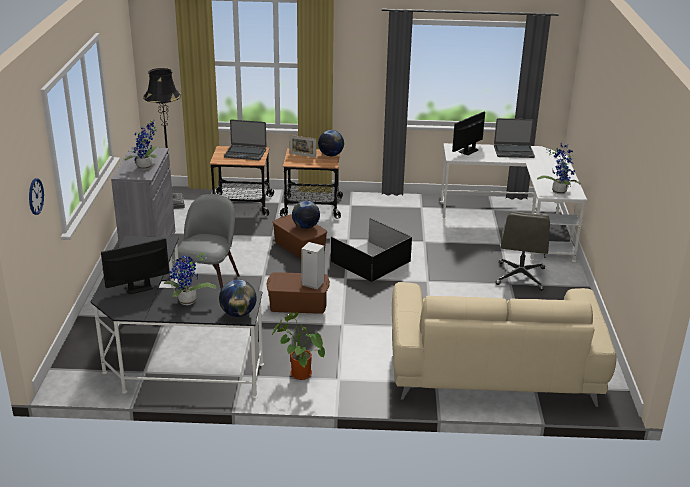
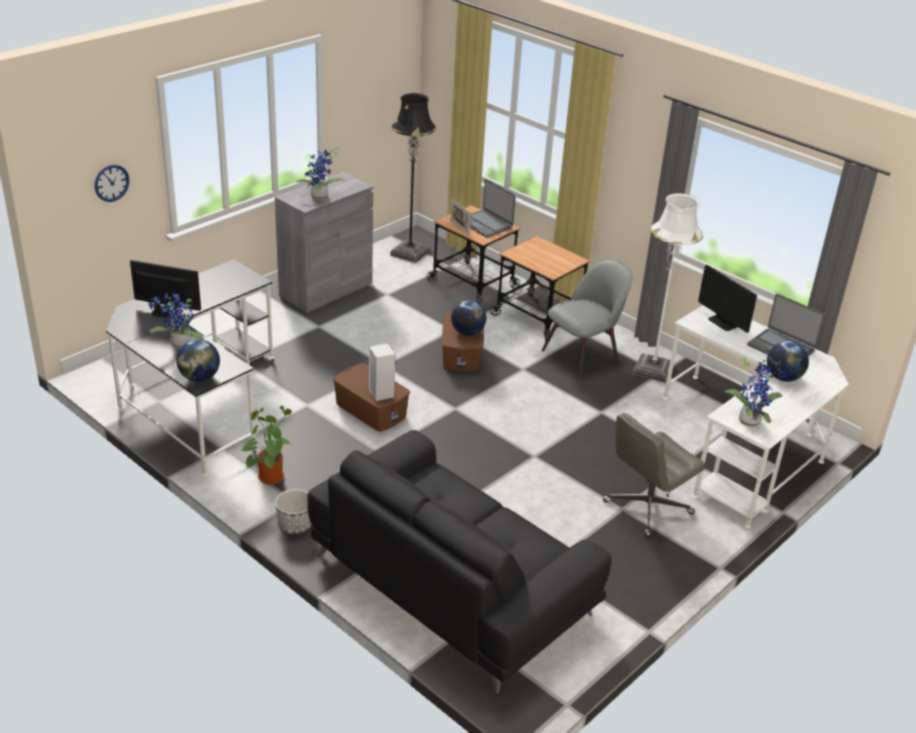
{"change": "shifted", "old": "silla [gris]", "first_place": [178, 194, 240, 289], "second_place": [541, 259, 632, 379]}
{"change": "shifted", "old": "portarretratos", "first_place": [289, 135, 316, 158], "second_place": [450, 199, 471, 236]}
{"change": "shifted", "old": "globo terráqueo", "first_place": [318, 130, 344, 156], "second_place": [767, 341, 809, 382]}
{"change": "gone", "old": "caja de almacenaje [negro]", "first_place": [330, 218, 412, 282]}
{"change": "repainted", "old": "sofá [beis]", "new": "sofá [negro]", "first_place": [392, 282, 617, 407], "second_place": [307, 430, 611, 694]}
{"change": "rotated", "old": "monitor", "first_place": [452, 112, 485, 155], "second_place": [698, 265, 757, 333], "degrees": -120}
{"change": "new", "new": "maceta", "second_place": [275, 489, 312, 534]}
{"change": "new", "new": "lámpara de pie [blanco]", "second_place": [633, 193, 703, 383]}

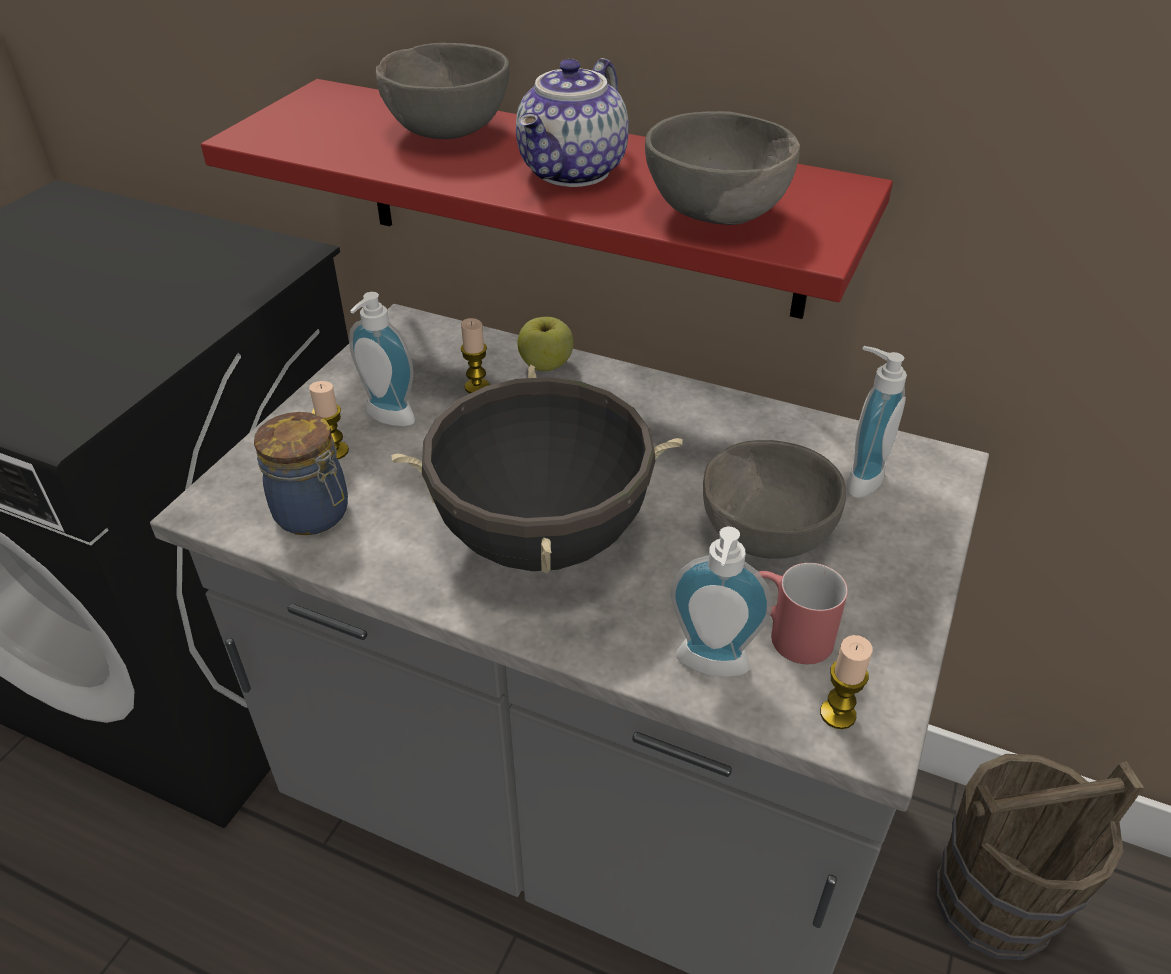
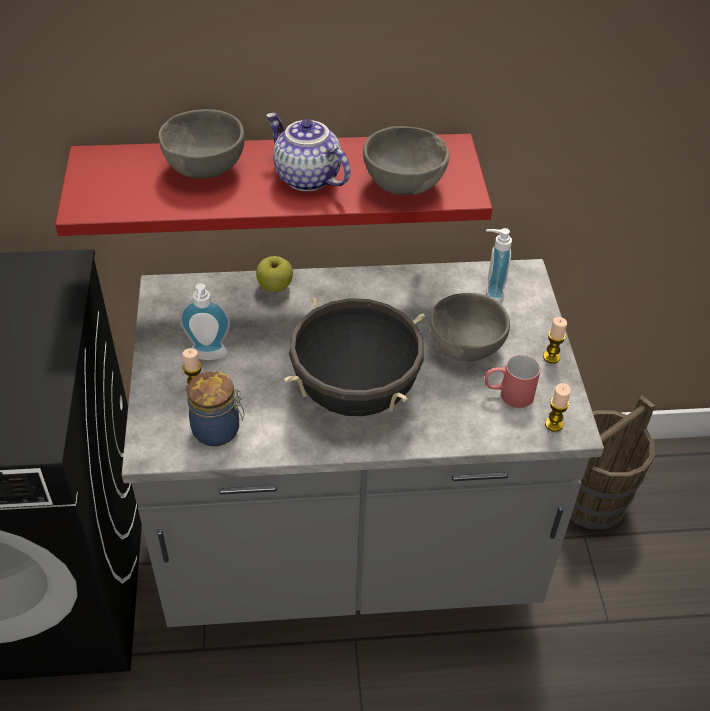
{"change": "shifted", "old": "vela", "first_place": [460, 318, 490, 393], "second_place": [543, 317, 567, 363]}
{"change": "rotated", "old": "tetera", "first_place": [516, 58, 629, 187], "second_place": [266, 113, 350, 191], "degrees": 135}
{"change": "gone", "old": "dispensador de jabón", "first_place": [671, 527, 772, 677]}

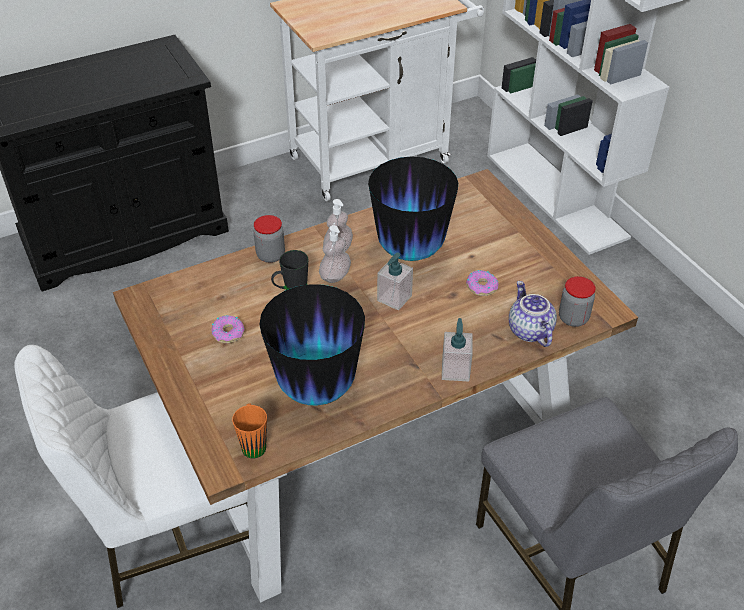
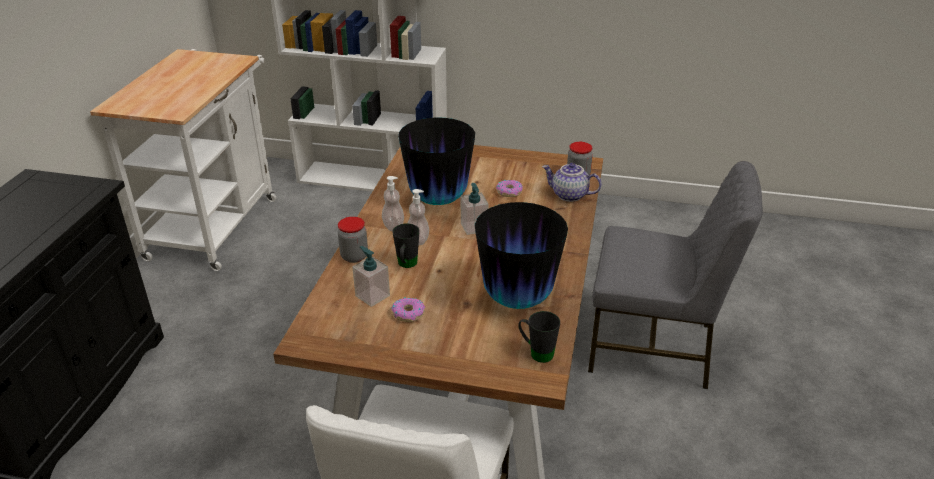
{"change": "repainted", "old": "taza grande [naranja]", "new": "taza grande [negro]", "first_place": [232, 403, 267, 458], "second_place": [518, 311, 560, 363]}
{"change": "shifted", "old": "dispensador de jabón", "first_place": [442, 318, 473, 382], "second_place": [352, 246, 390, 307]}

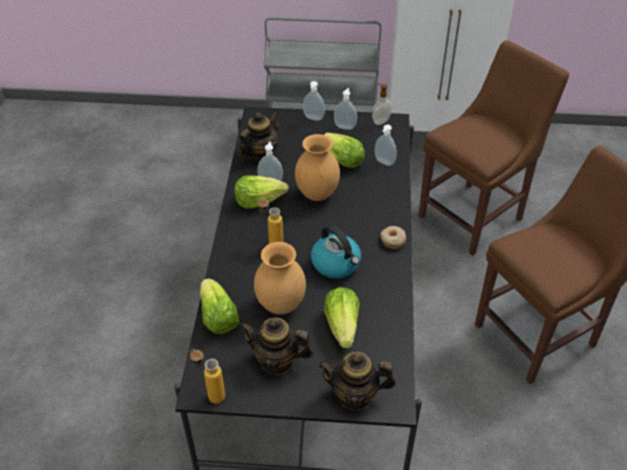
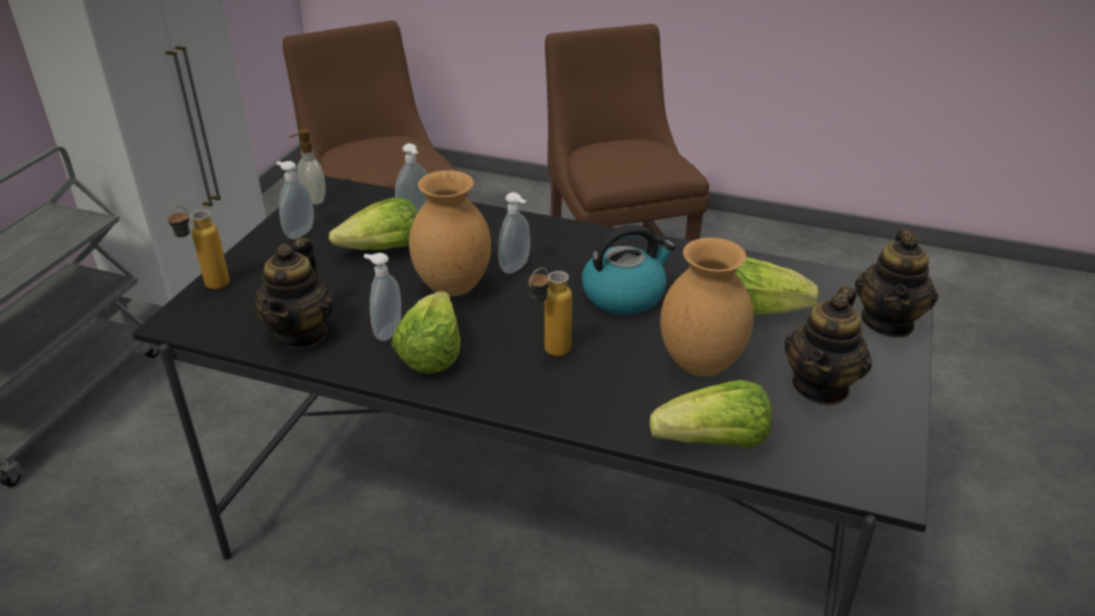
{"change": "shifted", "old": "botella", "first_place": [190, 349, 225, 403], "second_place": [167, 206, 230, 289]}
{"change": "rotated", "old": "tetera", "first_place": [240, 112, 278, 162], "second_place": [254, 238, 334, 349], "degrees": -135}
{"change": "shifted", "old": "dispensador de jabón", "first_place": [303, 81, 325, 121], "second_place": [498, 192, 530, 274]}
{"change": "gone", "old": "rosquilla", "first_place": [380, 226, 406, 249]}

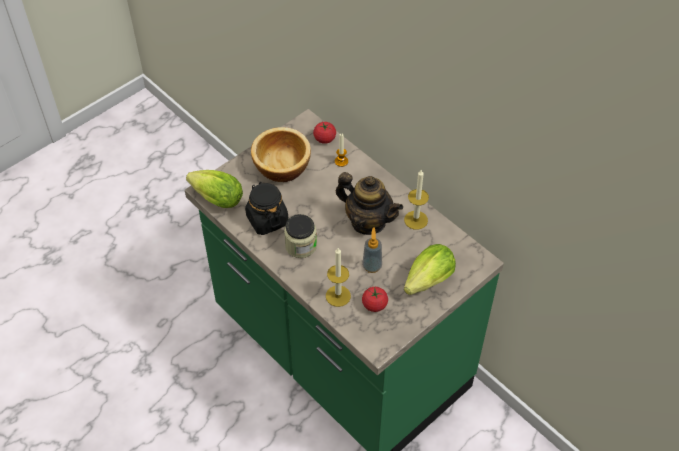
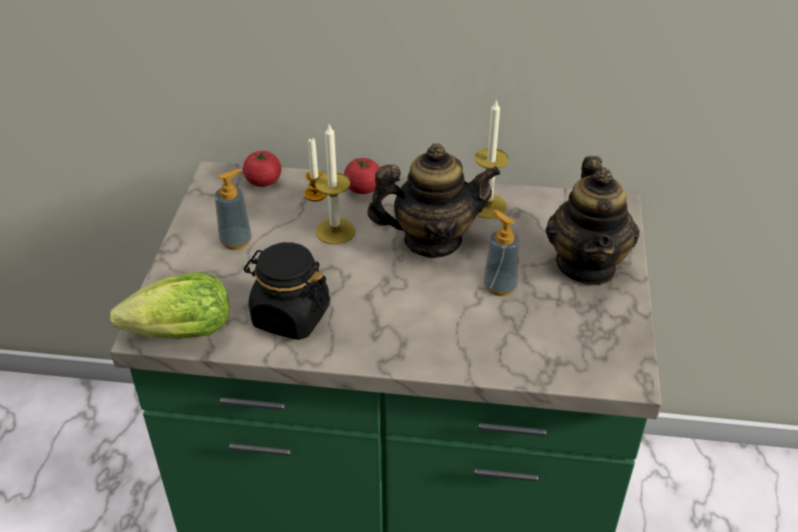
{"change": "swapped", "old": "cuenco", "new": "dispensador de jabón", "first_place": [251, 127, 311, 182], "second_place": [215, 169, 252, 250]}
{"change": "gone", "old": "tarro", "first_place": [284, 214, 317, 258]}
{"change": "shifted", "old": "vela", "first_place": [326, 248, 351, 307], "second_place": [315, 125, 355, 245]}
{"change": "shifted", "old": "tomate", "first_place": [362, 287, 388, 312], "second_place": [344, 158, 379, 194]}
{"change": "swapped", "old": "lechuga", "new": "tetera", "first_place": [404, 244, 456, 295], "second_place": [545, 156, 640, 285]}

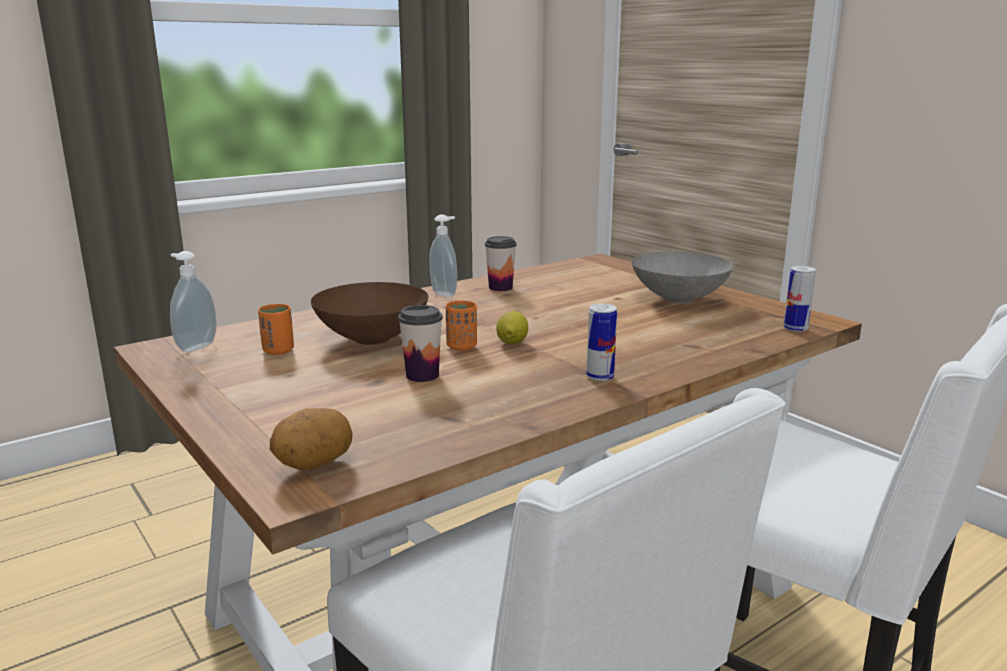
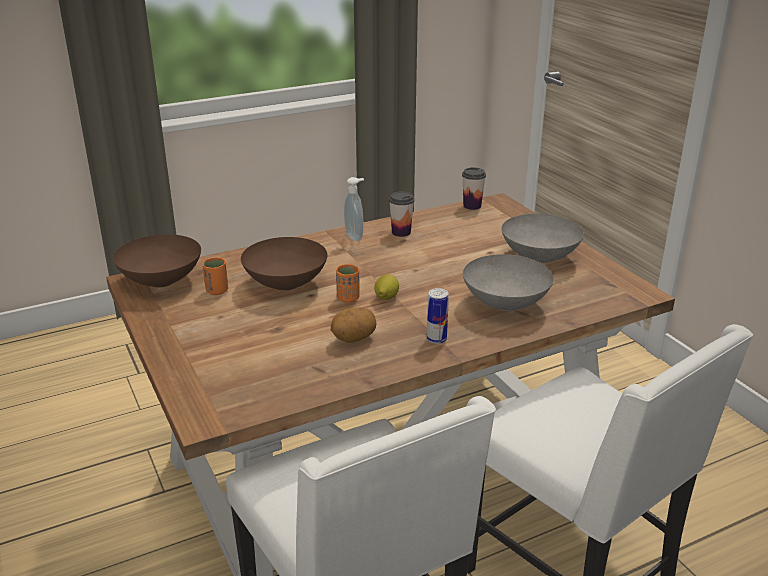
{"change": "swapped", "old": "dispensador de jabón", "new": "cuenco [marrón]", "first_place": [170, 251, 216, 352], "second_place": [113, 234, 201, 288]}
{"change": "shifted", "old": "patata", "first_place": [270, 408, 353, 470], "second_place": [331, 307, 377, 343]}
{"change": "shifted", "old": "taza", "first_place": [398, 305, 443, 382], "second_place": [462, 167, 486, 210]}
{"change": "gone", "old": "lata", "first_place": [784, 266, 816, 332]}
{"change": "new", "new": "cuenco [gris]", "second_place": [463, 254, 554, 311]}

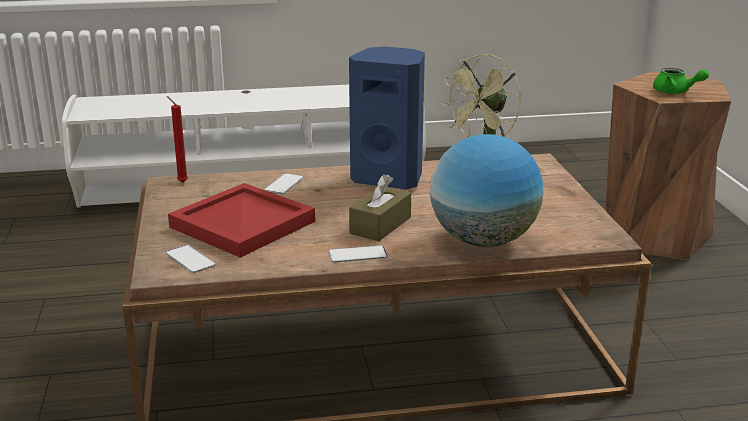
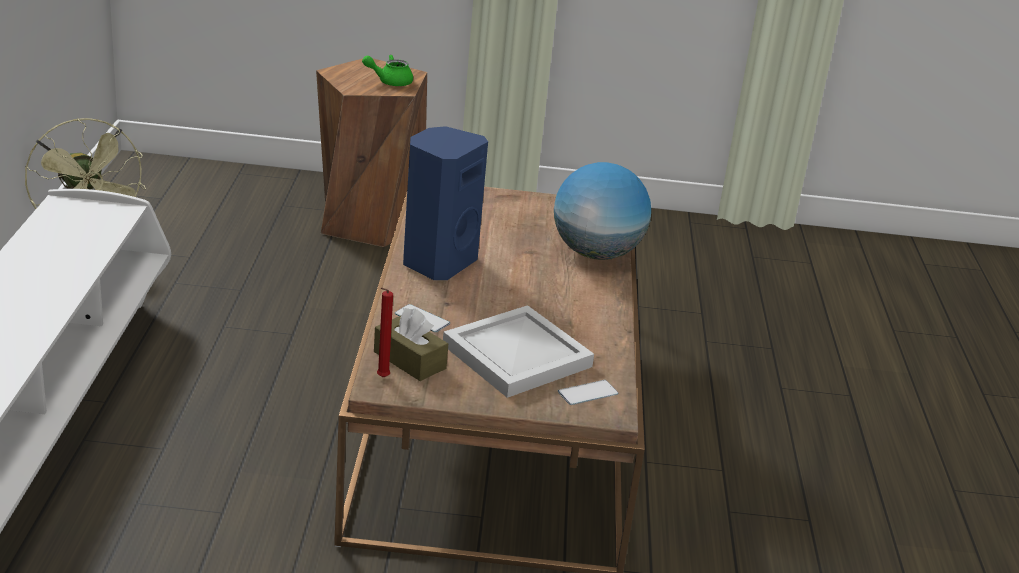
{"change": "repainted", "old": "bandeja [rojo]", "new": "bandeja [blanco]", "first_place": [168, 183, 315, 258], "second_place": [443, 305, 594, 398]}
{"change": "gone", "old": "móvil", "first_place": [328, 245, 388, 263]}
{"change": "shifted", "old": "caja de pañuelos [marrón]", "first_place": [349, 174, 411, 241], "second_place": [374, 308, 448, 381]}
{"change": "rotated", "old": "tetera [verde]", "first_place": [653, 68, 709, 94], "second_place": [362, 55, 413, 86], "degrees": -150}

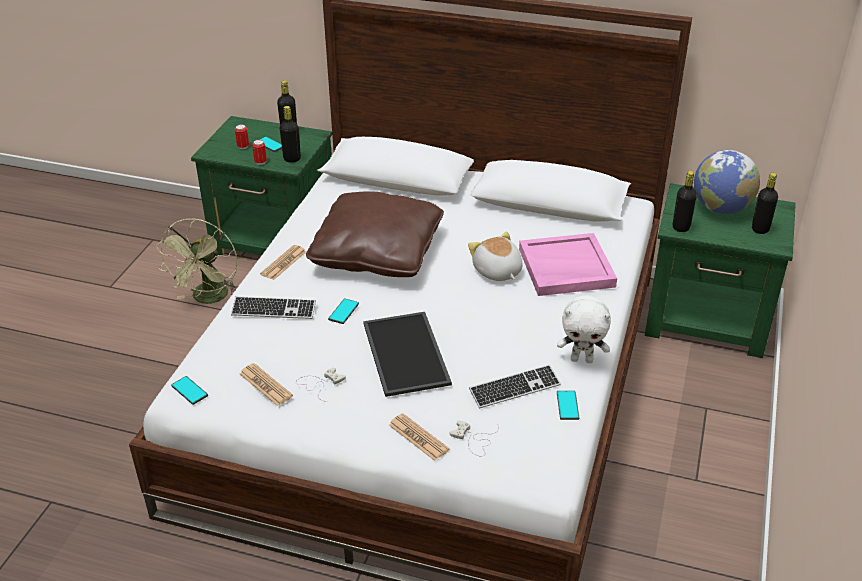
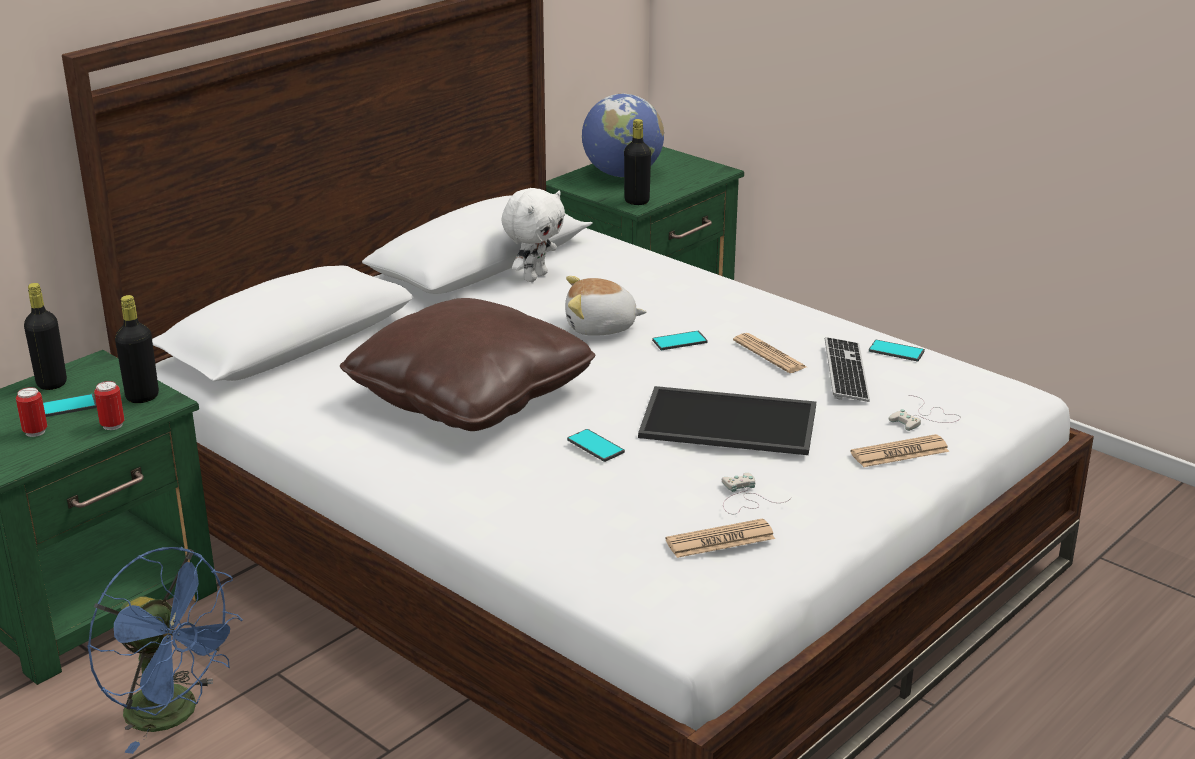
{"change": "repainted", "old": "ventilador [verde]", "new": "ventilador [azul]", "first_place": [156, 218, 238, 304], "second_place": [87, 547, 243, 754]}
{"change": "shifted", "old": "móvil", "first_place": [171, 376, 208, 405], "second_place": [652, 331, 708, 350]}
{"change": "gone", "old": "teclado", "first_place": [231, 296, 316, 319]}
{"change": "shifted", "old": "periódico", "first_place": [260, 245, 307, 280], "second_place": [733, 333, 806, 373]}
{"change": "gone", "old": "bandeja [rosa]", "first_place": [519, 233, 617, 296]}
{"change": "shifted", "old": "peluche [blanco]", "first_place": [557, 295, 611, 363], "second_place": [501, 188, 565, 282]}
{"change": "gone", "old": "botella [negro]", "first_place": [752, 173, 778, 234]}

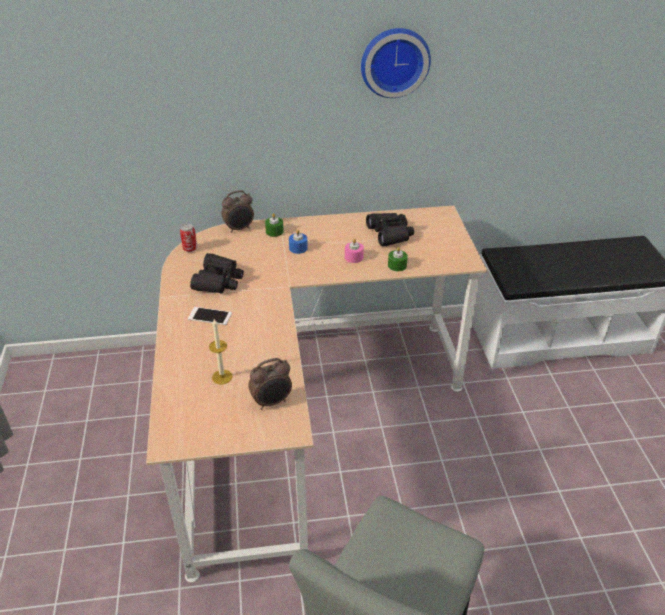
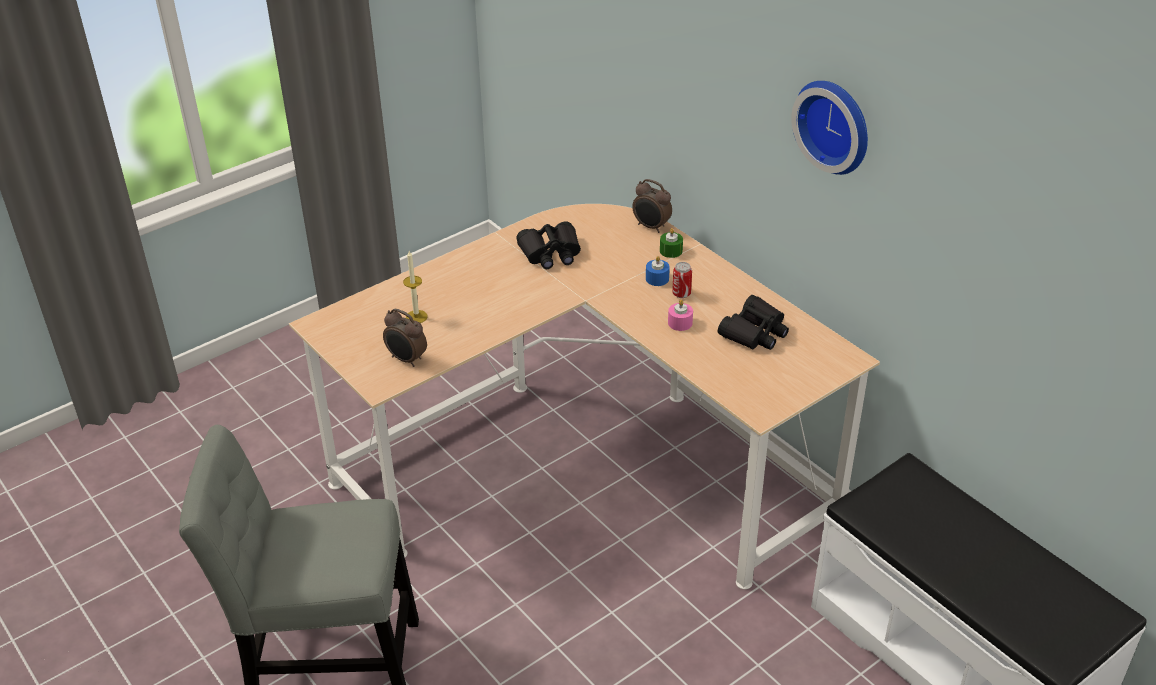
{"change": "shifted", "old": "lata", "first_place": [180, 224, 197, 252], "second_place": [672, 262, 692, 298]}
{"change": "gone", "old": "móvil", "first_place": [188, 307, 232, 325]}
{"change": "gone", "old": "vela [verde]", "first_place": [388, 247, 408, 271]}

